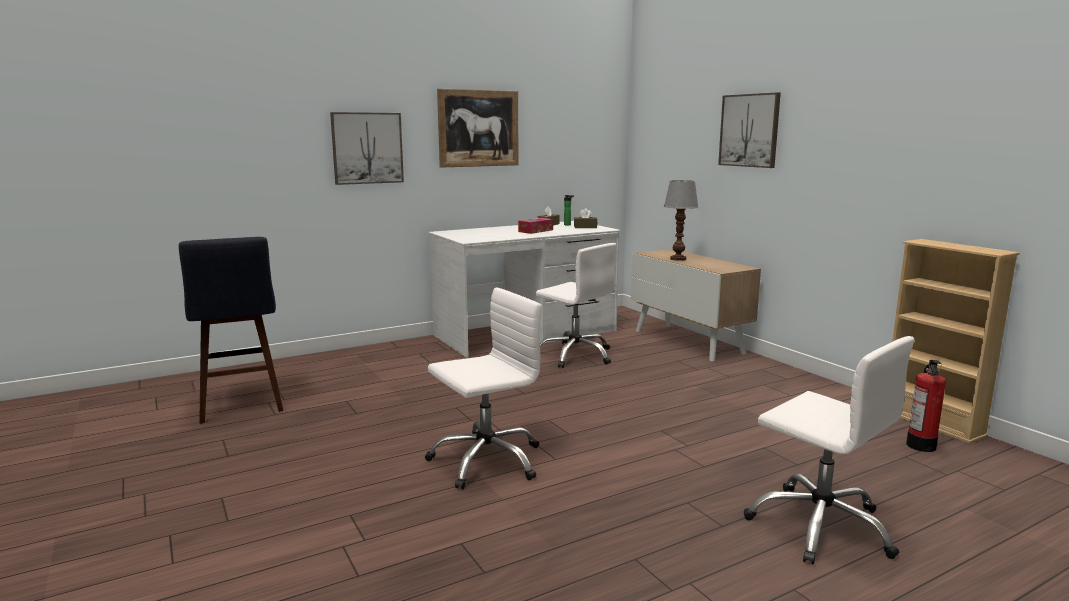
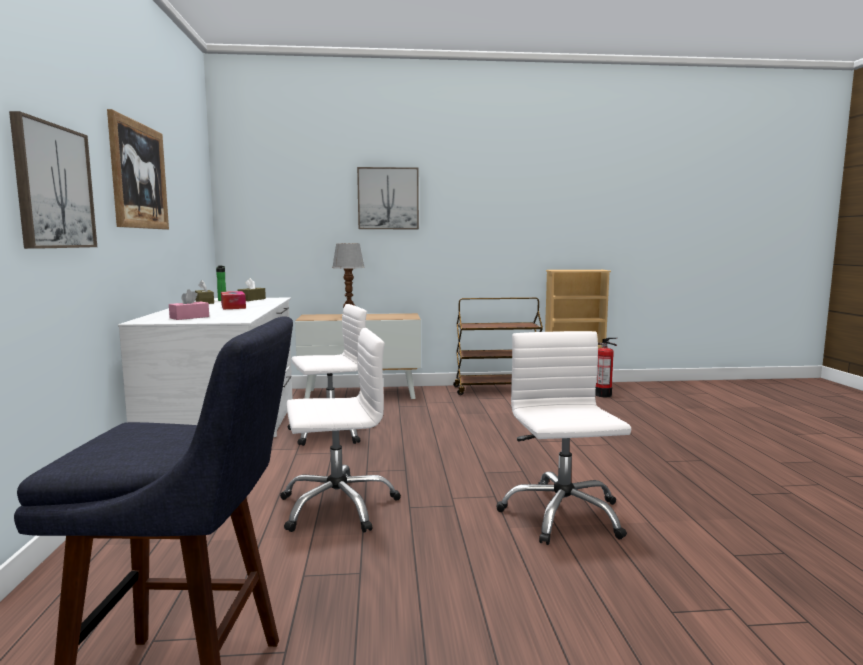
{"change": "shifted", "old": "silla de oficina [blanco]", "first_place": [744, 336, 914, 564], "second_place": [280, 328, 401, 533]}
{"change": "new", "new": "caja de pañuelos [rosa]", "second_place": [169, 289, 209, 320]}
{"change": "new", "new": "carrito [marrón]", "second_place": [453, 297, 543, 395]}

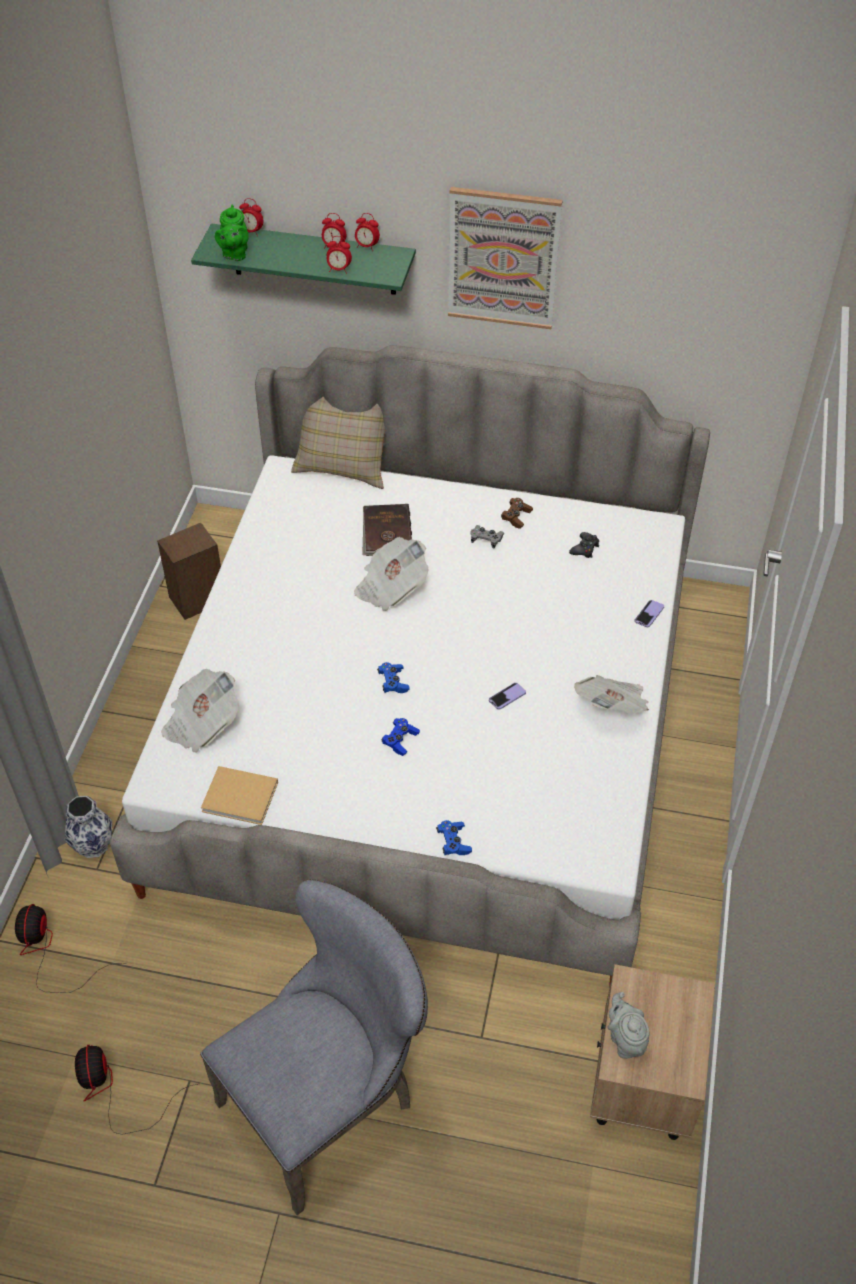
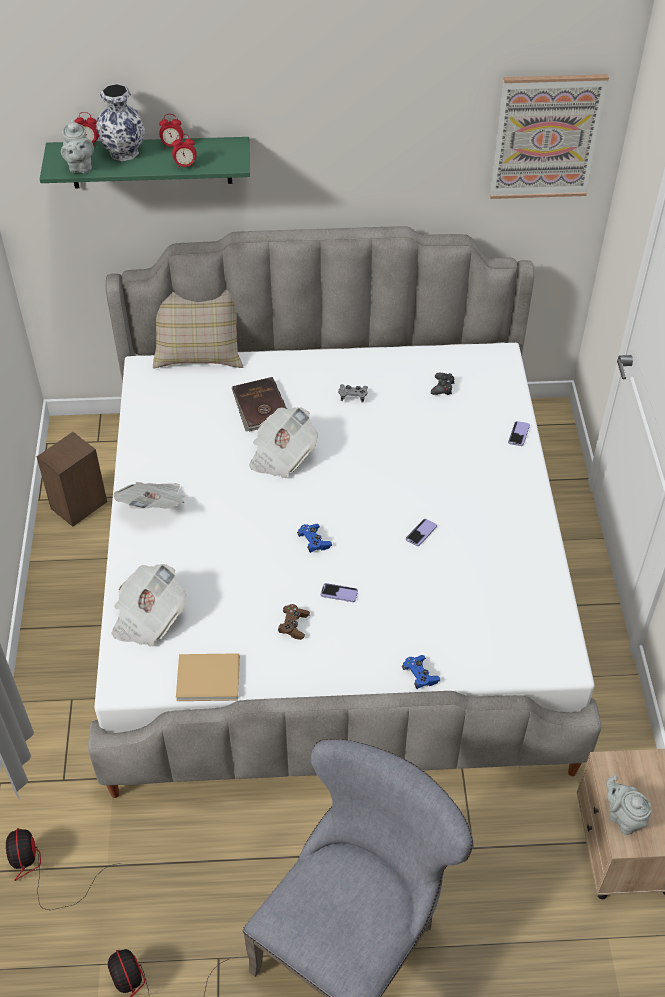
{"change": "shifted", "old": "florero", "first_place": [65, 796, 112, 858], "second_place": [96, 84, 145, 161]}
{"change": "repainted", "old": "tetera [verde]", "new": "tetera [gris]", "first_place": [215, 204, 249, 261], "second_place": [61, 119, 94, 173]}
{"change": "gone", "old": "despertador", "first_place": [355, 213, 380, 251]}
{"change": "swapped", "old": "mando de consola [azul]", "new": "móvil", "first_place": [382, 718, 420, 756], "second_place": [321, 583, 358, 602]}
{"change": "shifted", "old": "cuadro", "first_place": [448, 187, 563, 329], "second_place": [490, 74, 609, 199]}
{"change": "shifted", "old": "mando de consola [marrón]", "first_place": [501, 498, 533, 529], "second_place": [278, 604, 310, 640]}
{"change": "shifted", "old": "periódico", "first_place": [574, 675, 649, 714], "second_place": [113, 482, 184, 509]}

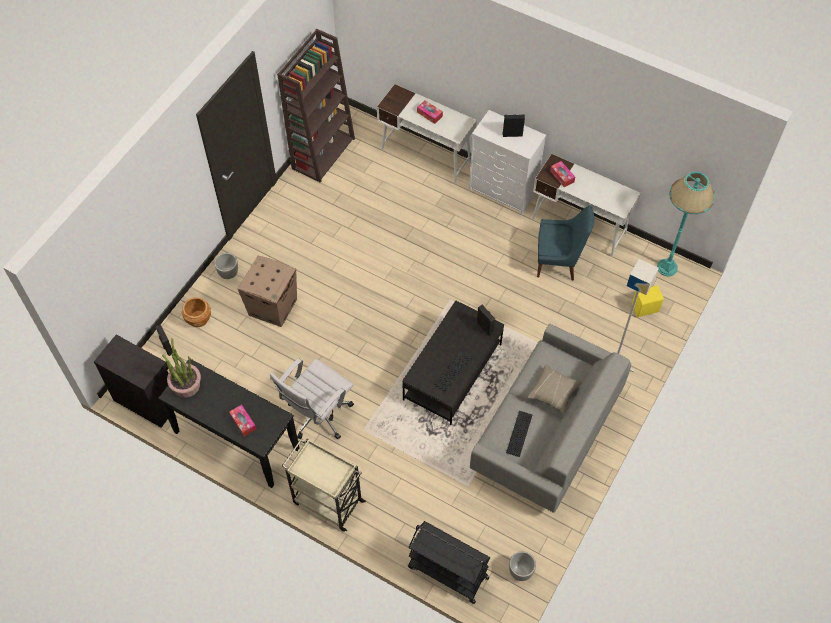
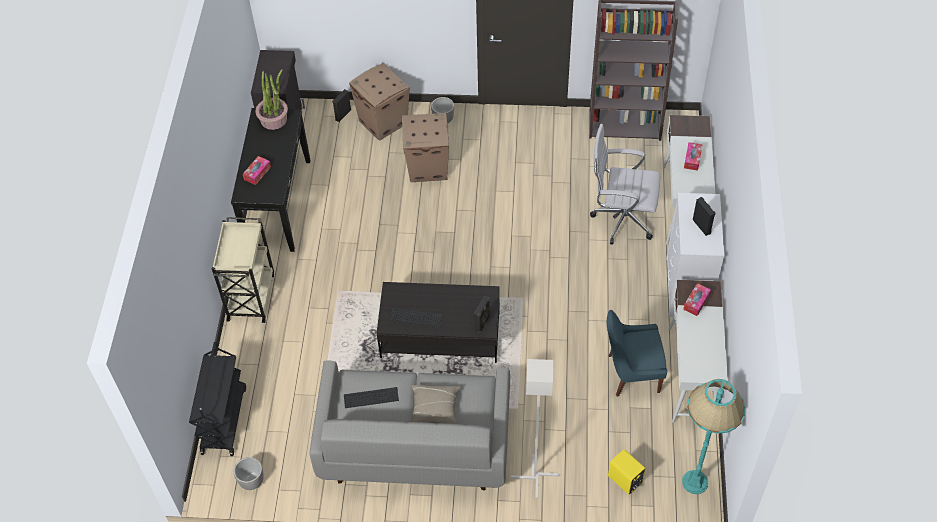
{"change": "swapped", "old": "maceta [marrón]", "new": "caja de cartón", "first_place": [182, 297, 211, 327], "second_place": [349, 63, 410, 141]}
{"change": "shifted", "old": "silla de oficina [blanco]", "first_place": [270, 358, 354, 440], "second_place": [590, 124, 660, 245]}
{"change": "rotated", "old": "silla [azul]", "first_place": [537, 205, 594, 280], "second_place": [607, 310, 667, 397], "degrees": 105}

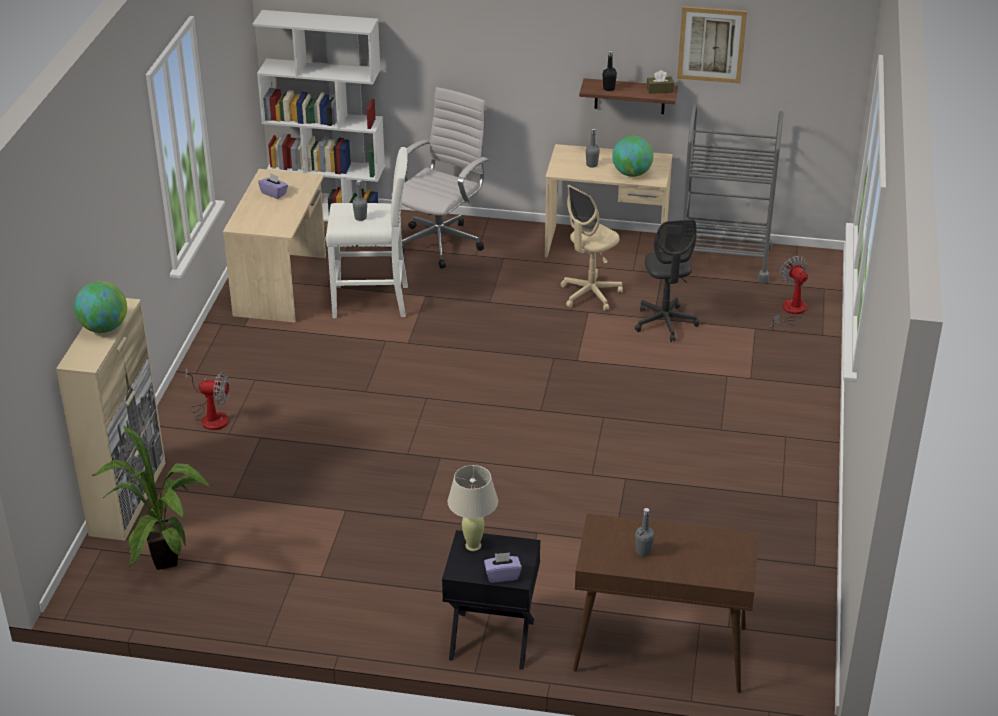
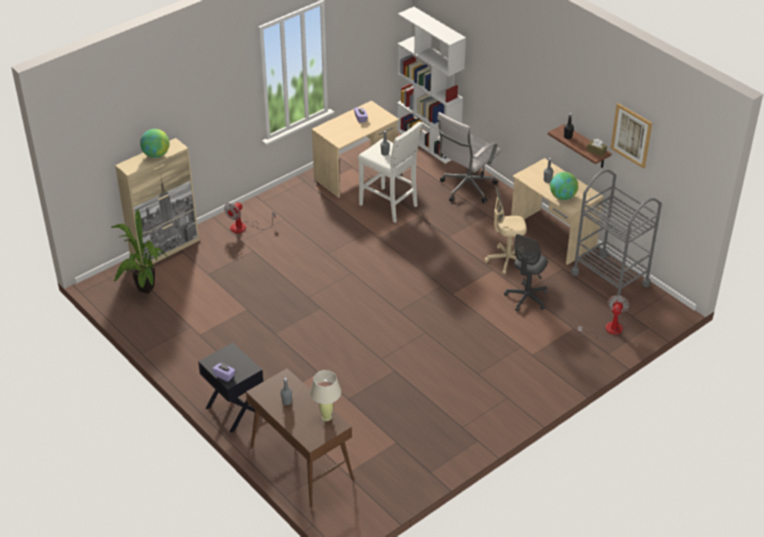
{"change": "rotated", "old": "ventilador", "first_place": [185, 368, 230, 430], "second_place": [224, 202, 276, 233], "degrees": 75}
{"change": "rotated", "old": "silla de oficina [blanco]", "first_place": [391, 87, 489, 268], "second_place": [437, 112, 502, 203], "degrees": 150}
{"change": "shifted", "old": "lámpara de mesa [beis]", "first_place": [448, 465, 498, 551], "second_place": [310, 370, 341, 421]}

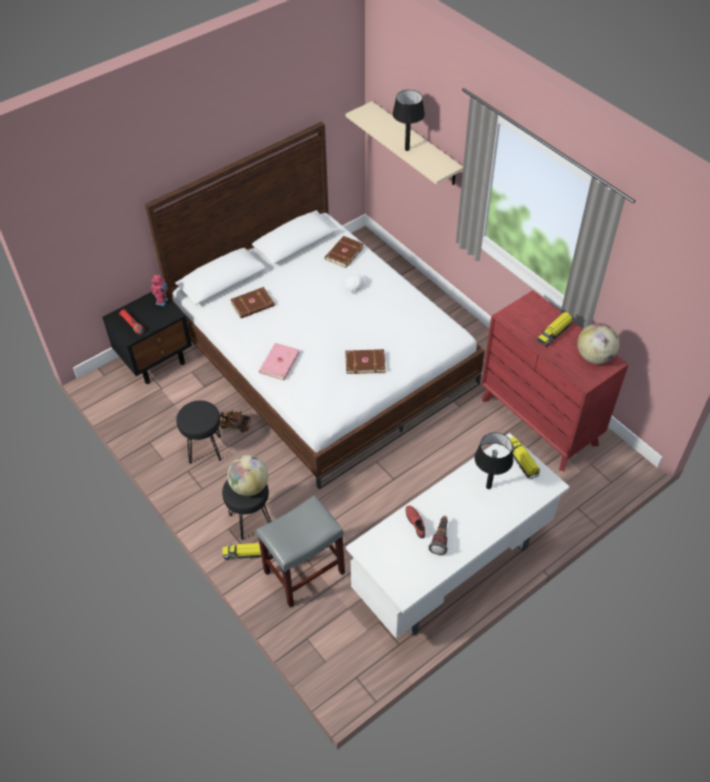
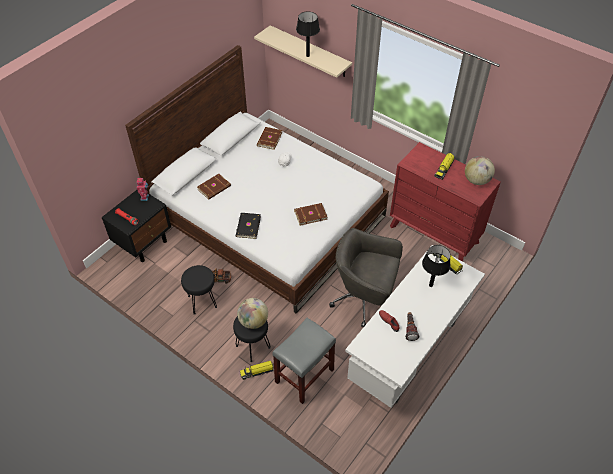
{"change": "repainted", "old": "libro [rosa]", "new": "libro [negro]", "first_place": [259, 343, 300, 381], "second_place": [236, 213, 261, 239]}
{"change": "new", "new": "silla de oficina [gris]", "second_place": [329, 228, 403, 327]}

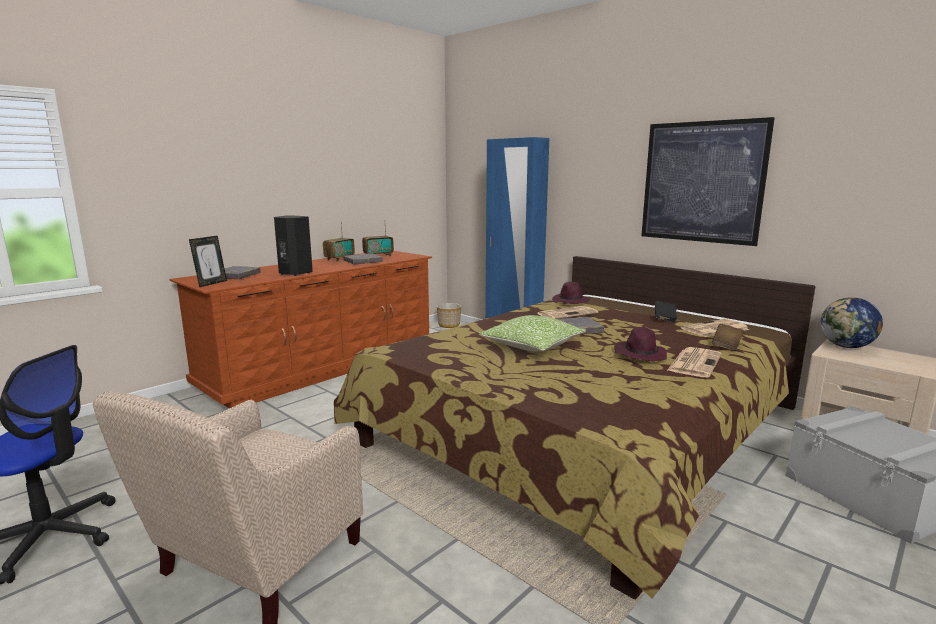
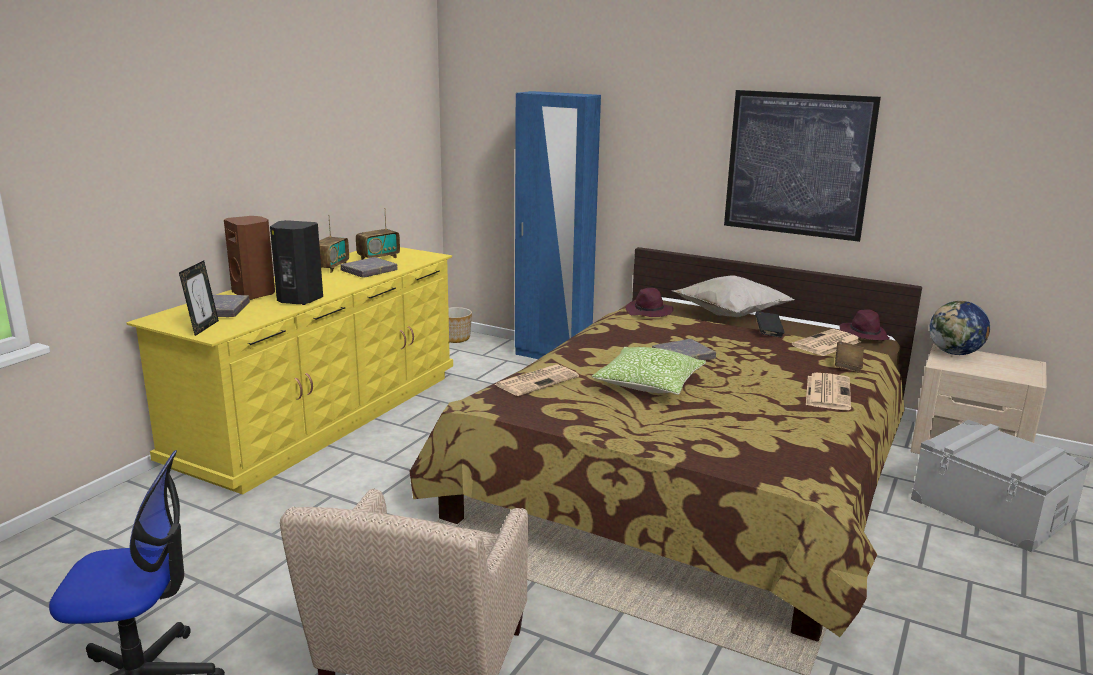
{"change": "repainted", "old": "cómoda [marrón]", "new": "cómoda [amarillo]", "first_place": [169, 251, 432, 408], "second_place": [126, 247, 453, 495]}
{"change": "shifted", "old": "periódico", "first_place": [537, 306, 598, 319], "second_place": [494, 364, 579, 396]}
{"change": "shifted", "old": "sombrero [morado]", "first_place": [614, 327, 667, 361], "second_place": [839, 309, 890, 341]}
{"change": "new", "new": "altavoz [marrón]", "second_place": [224, 216, 275, 300]}
{"change": "new", "new": "cojín [blanco]", "second_place": [672, 275, 795, 317]}

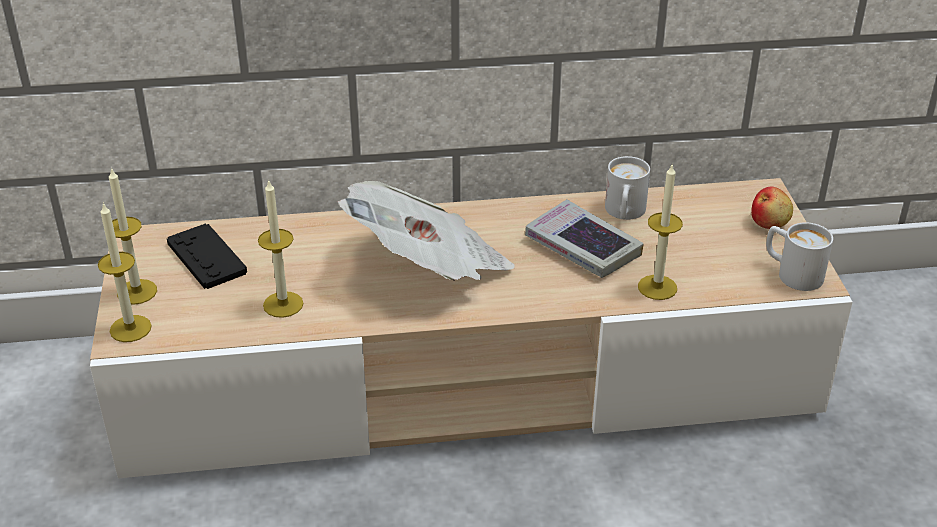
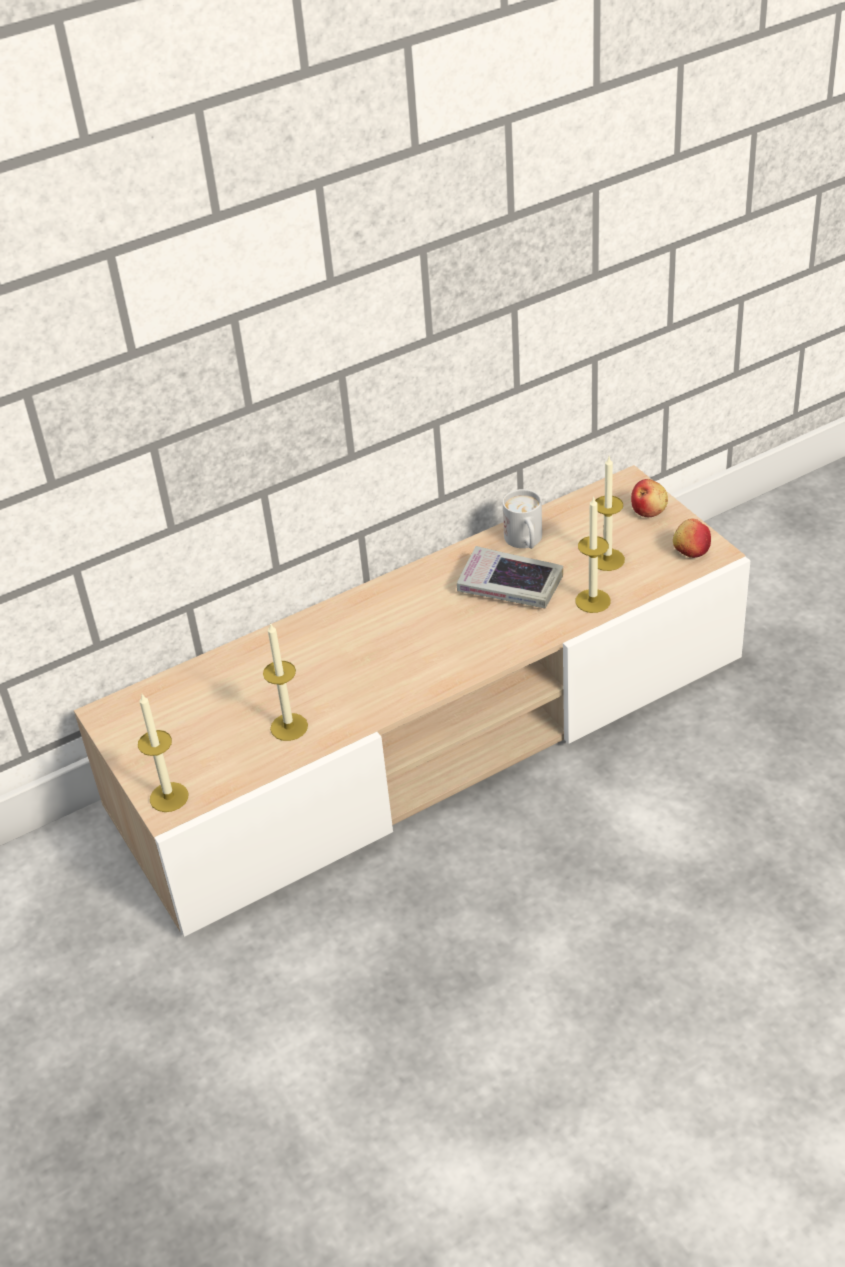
{"change": "shifted", "old": "vela", "first_place": [109, 167, 157, 305], "second_place": [595, 457, 625, 571]}
{"change": "gone", "old": "mando de consola [negro]", "first_place": [167, 224, 247, 289]}
{"change": "gone", "old": "periódico", "first_place": [338, 181, 515, 281]}
{"change": "swapped", "old": "taza grande [blanco]", "new": "manzana", "first_place": [766, 222, 833, 291], "second_place": [673, 519, 711, 558]}

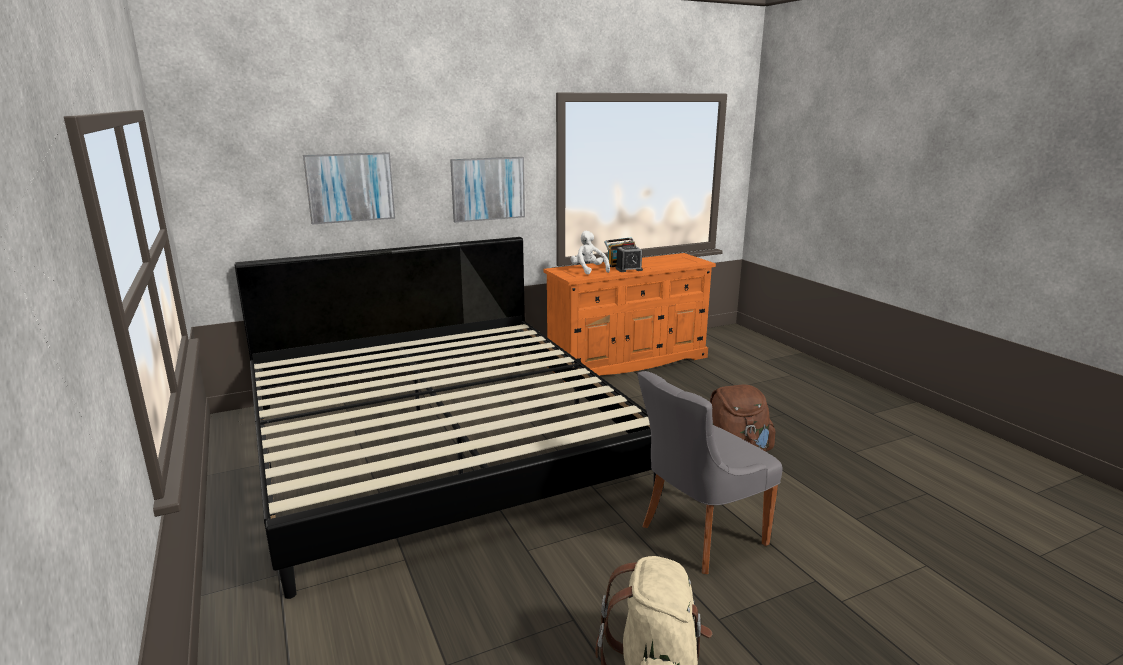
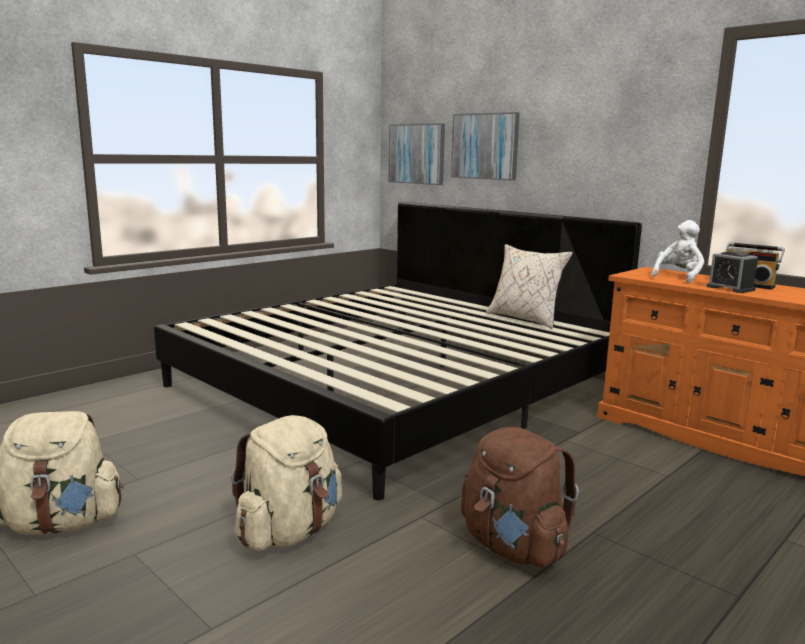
{"change": "shifted", "old": "cuadro", "first_place": [450, 157, 525, 223], "second_place": [389, 123, 445, 185]}
{"change": "swapped", "old": "silla [gris]", "new": "mochila [beis]", "first_place": [637, 371, 783, 574], "second_place": [231, 415, 342, 551]}
{"change": "new", "new": "cojín [beis]", "second_place": [486, 244, 573, 329]}

